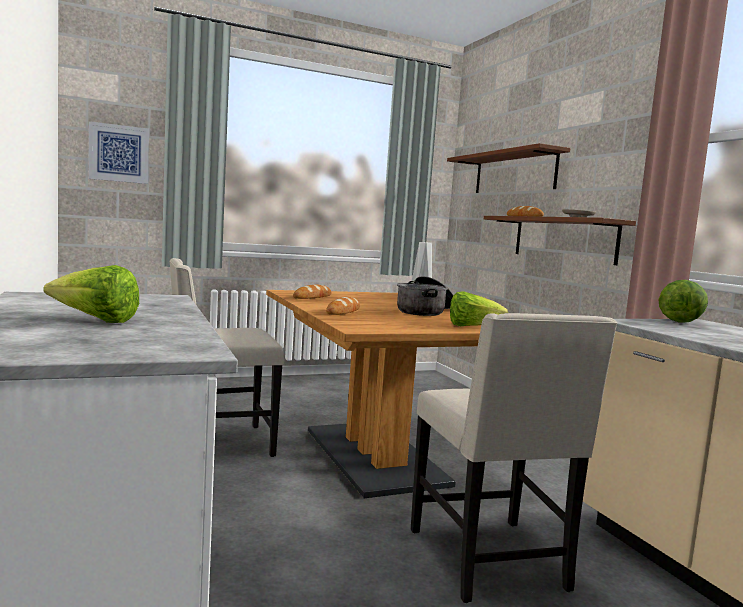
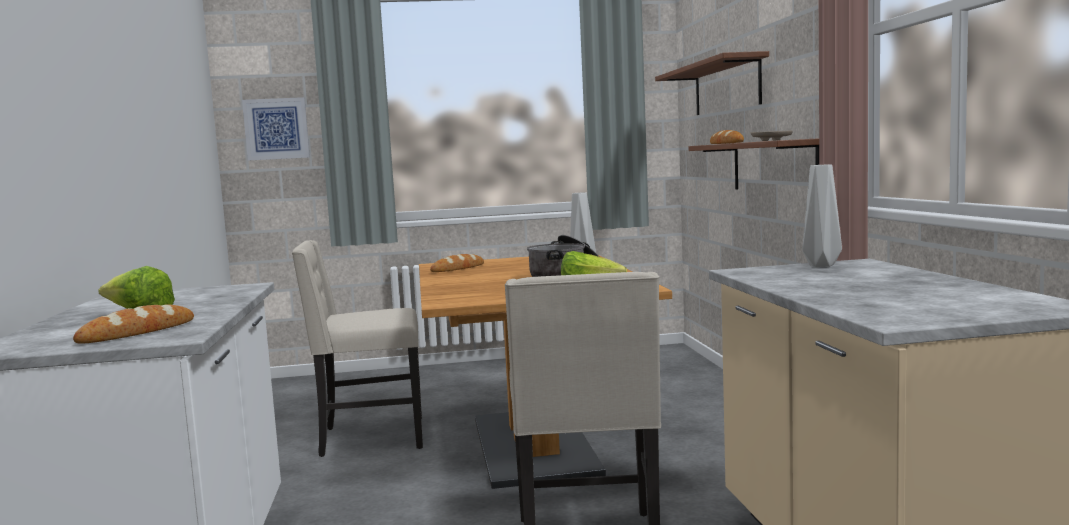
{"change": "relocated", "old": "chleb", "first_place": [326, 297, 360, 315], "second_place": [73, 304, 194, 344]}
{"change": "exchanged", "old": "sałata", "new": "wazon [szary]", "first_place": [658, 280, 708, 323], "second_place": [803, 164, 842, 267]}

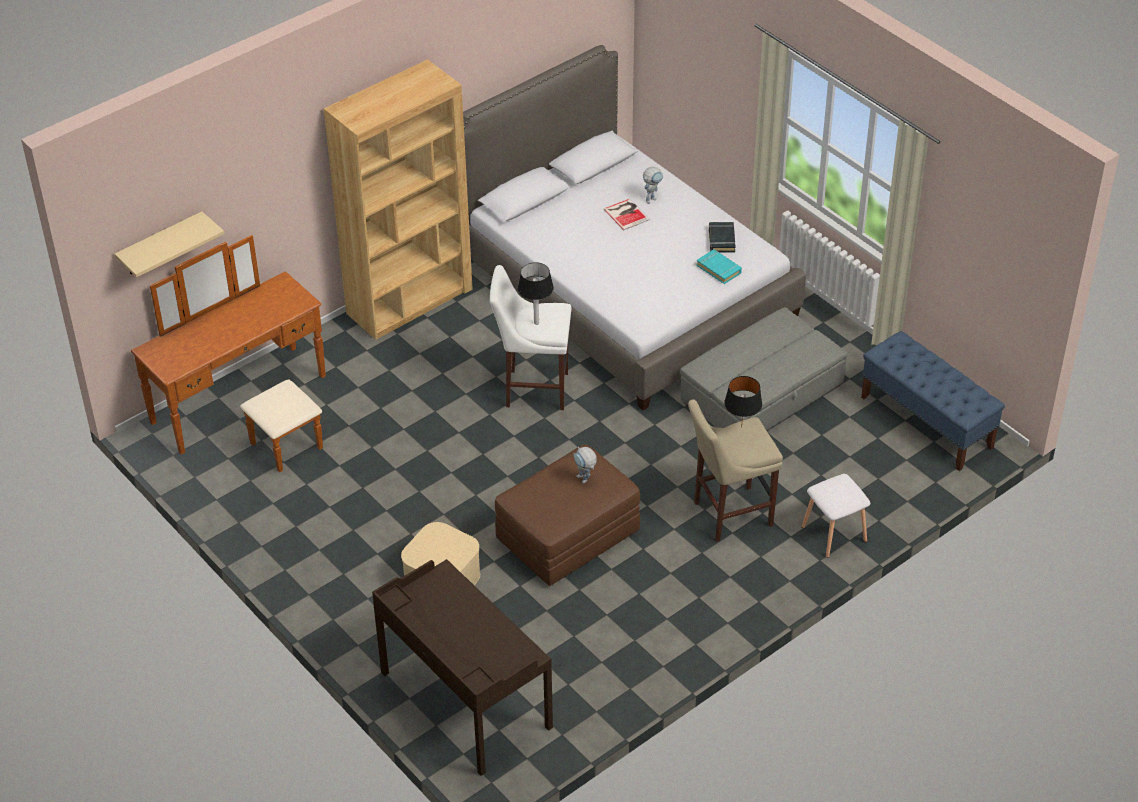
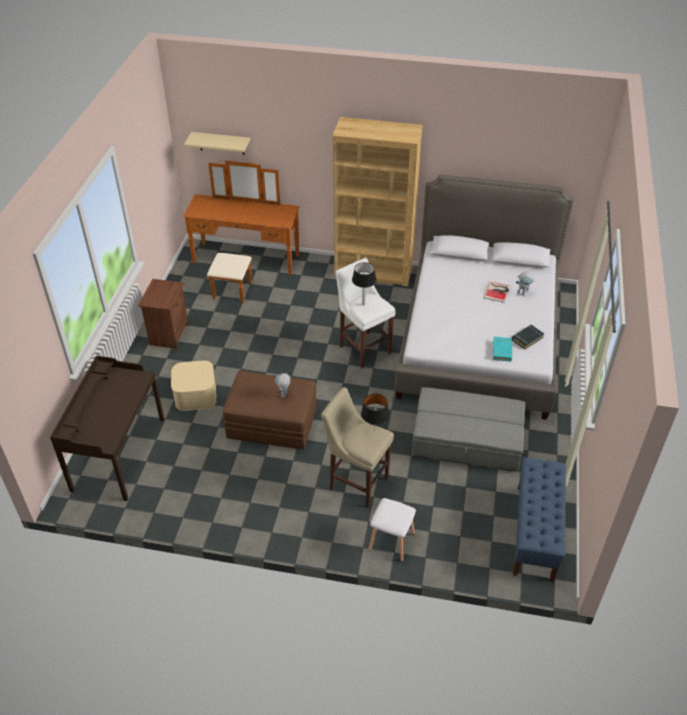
{"change": "appeared", "new": "szafka nocna [brązowy]", "second_place": [138, 279, 189, 349]}

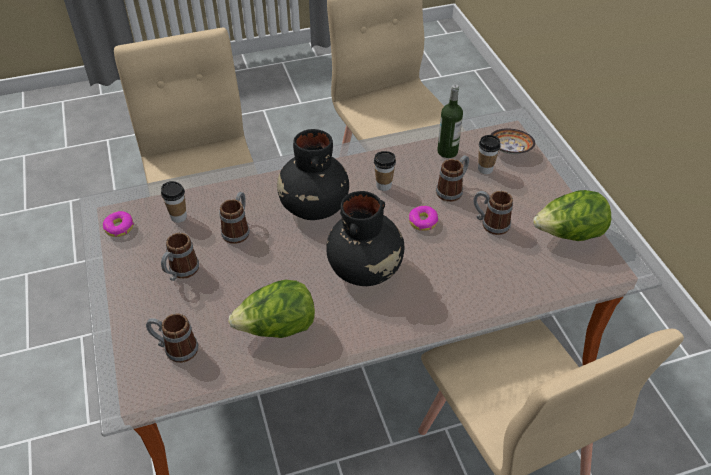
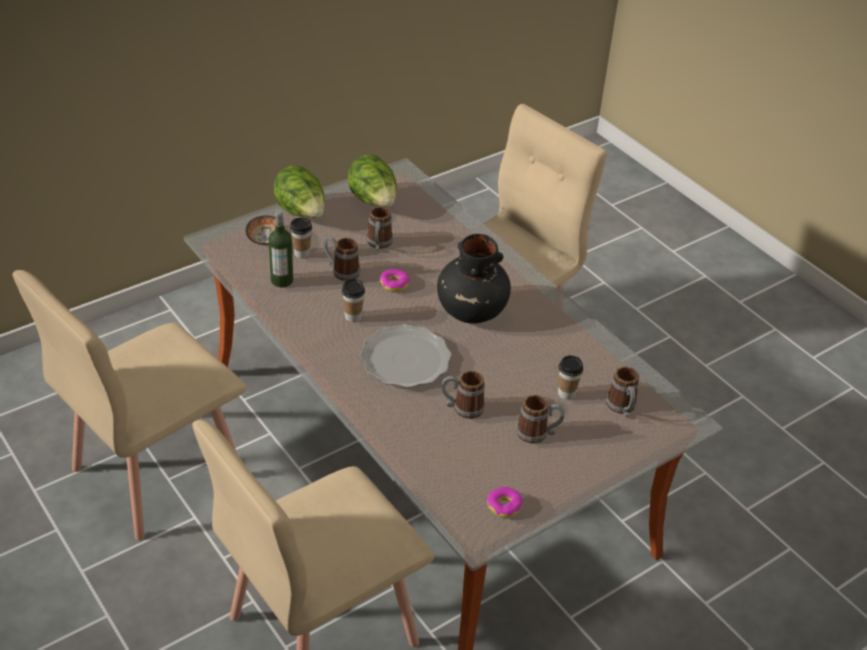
{"change": "relocated", "old": "sałata", "first_place": [229, 280, 315, 338], "second_place": [274, 165, 325, 218]}
{"change": "exchanged", "old": "wazon [czarny]", "new": "talerz", "first_place": [277, 129, 349, 220], "second_place": [360, 324, 452, 388]}
{"change": "relocated", "old": "filiżanka", "first_place": [161, 181, 187, 223], "second_place": [558, 355, 583, 400]}

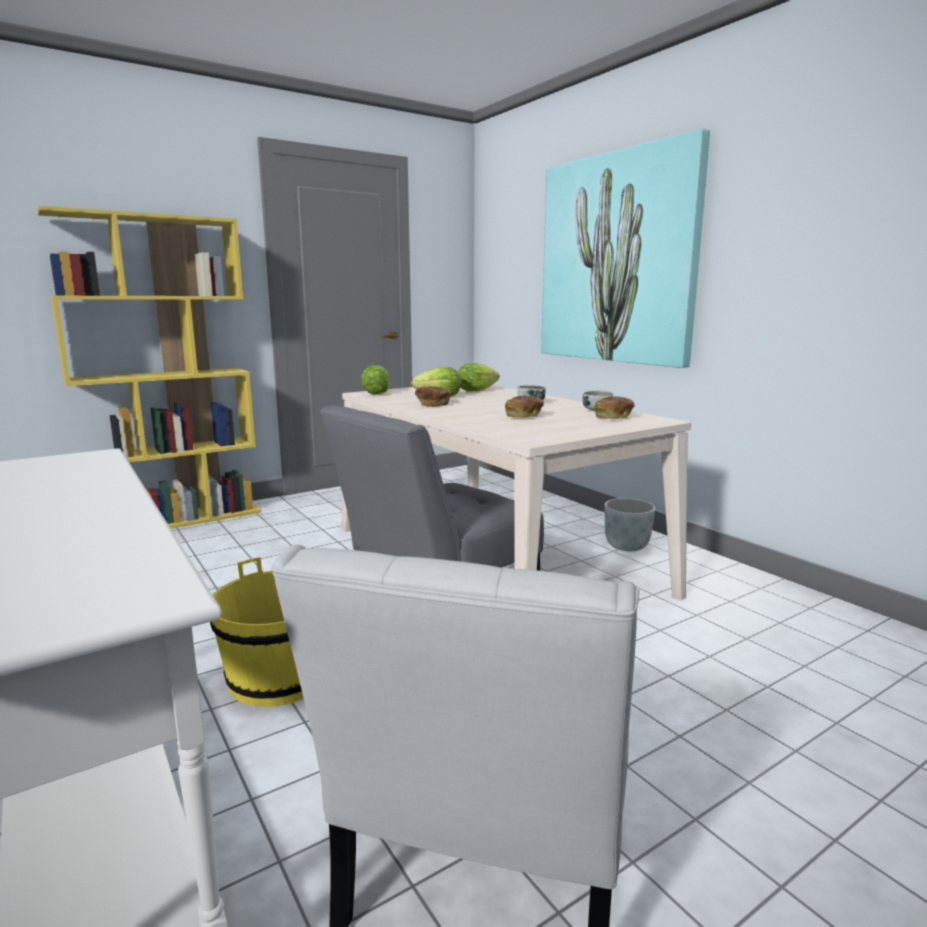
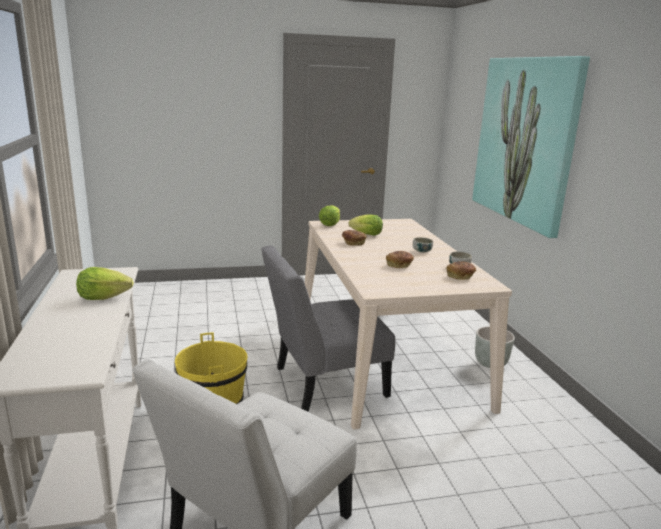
{"change": "relocated", "old": "sałata", "first_place": [458, 363, 499, 392], "second_place": [76, 267, 134, 300]}
{"change": "missing", "old": "regał [żółty]", "first_place": [38, 206, 261, 529]}

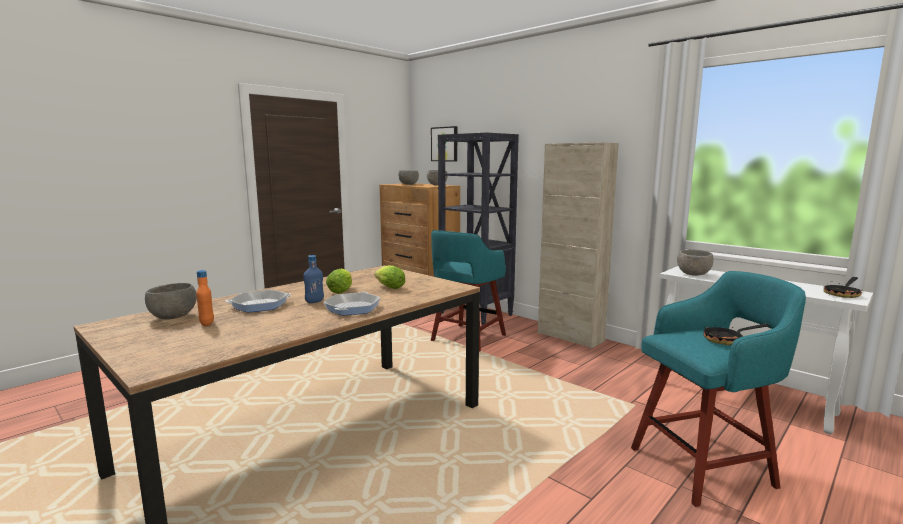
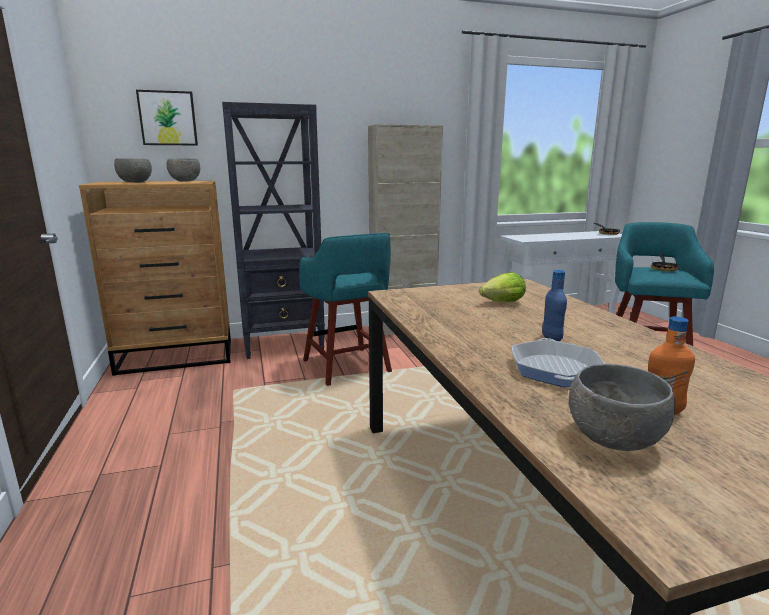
{"change": "missing", "old": "patelnia", "first_place": [323, 292, 381, 316]}
{"change": "missing", "old": "sałata", "first_place": [326, 269, 352, 294]}
{"change": "missing", "old": "miska [szary]", "first_place": [677, 250, 714, 276]}

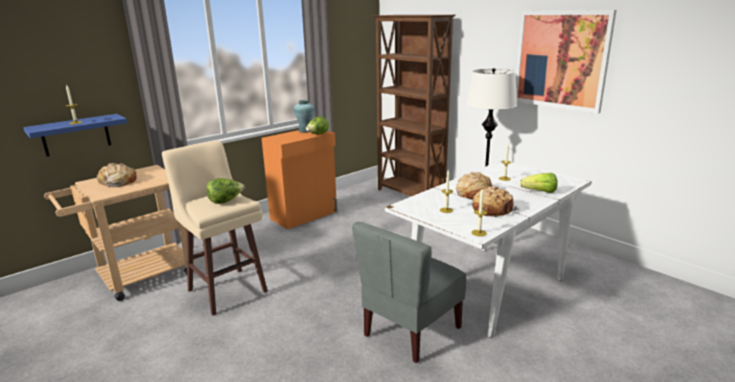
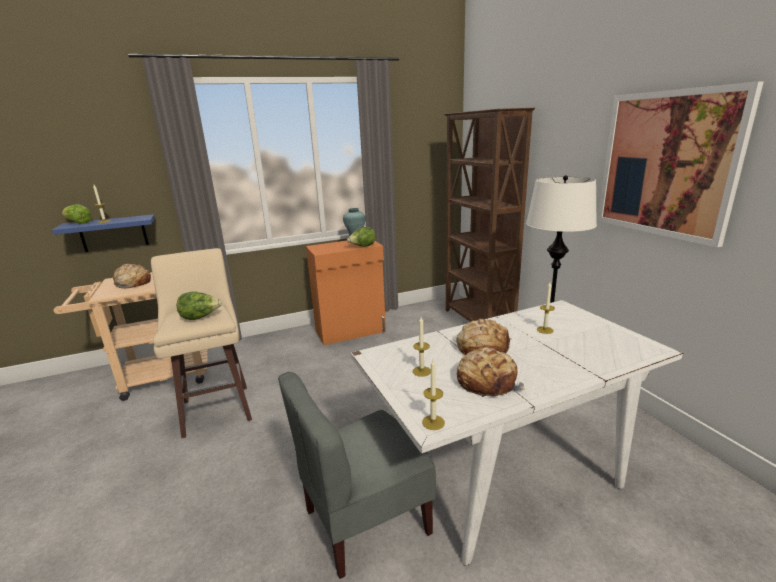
{"change": "relocated", "old": "sałata", "first_place": [520, 173, 558, 193], "second_place": [62, 204, 92, 224]}

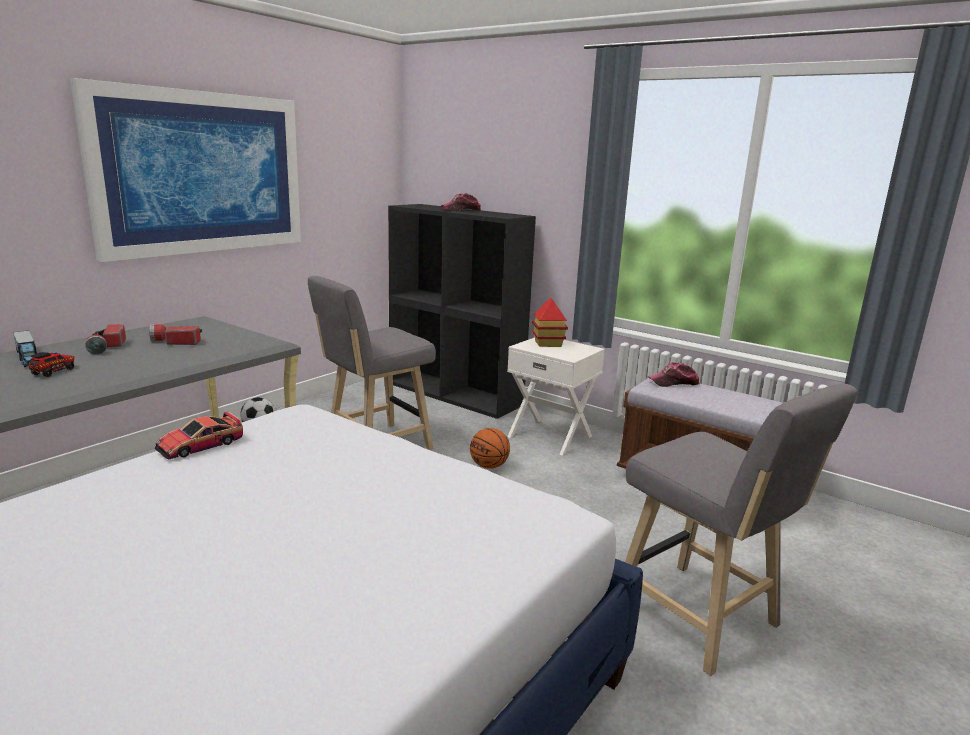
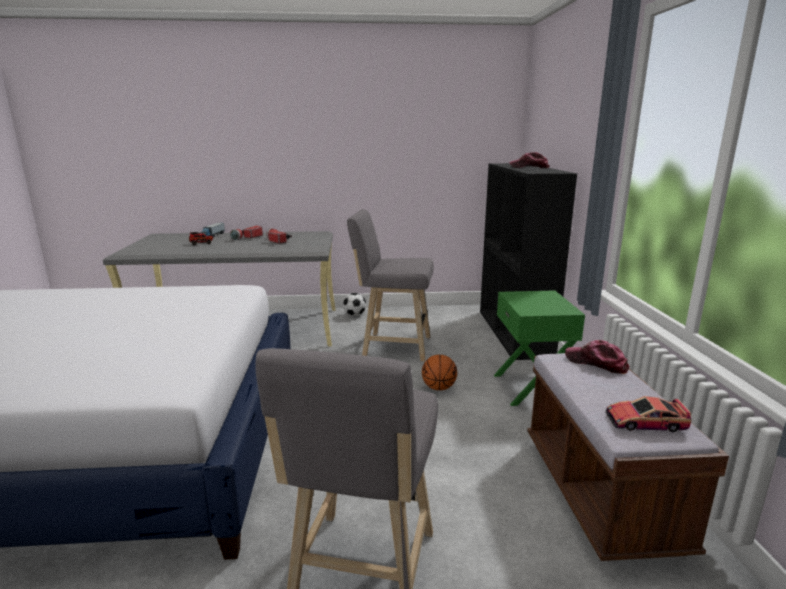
{"change": "colour", "old": "szafka nocna [biały]", "new": "szafka nocna [zielony]", "first_place": [507, 337, 605, 456], "second_place": [494, 290, 585, 406]}
{"change": "relocated", "old": "samochodzik", "first_place": [155, 412, 243, 459], "second_place": [605, 396, 692, 432]}
{"change": "missing", "old": "obraz", "first_place": [70, 78, 301, 262]}
{"change": "missing", "old": "domek", "first_place": [532, 298, 568, 347]}

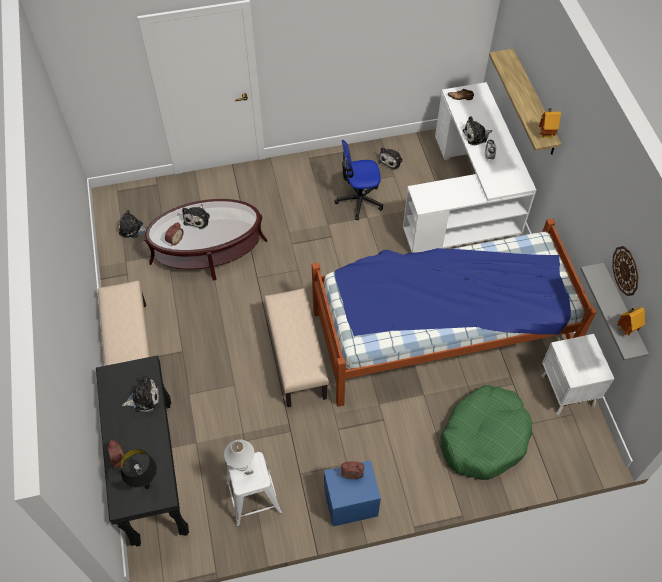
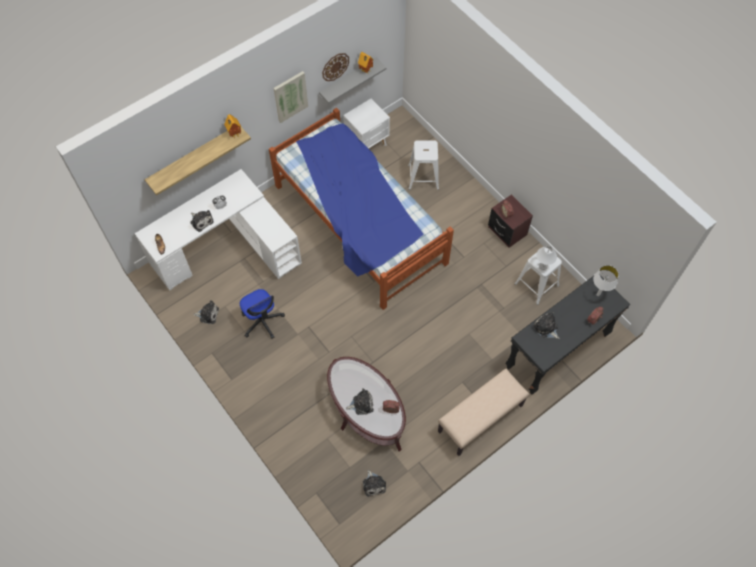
{"change": "appeared", "new": "obraz", "second_place": [274, 71, 308, 123]}
{"change": "exchanged", "old": "legowisko [zielony]", "new": "stołek [biały]", "first_place": [441, 385, 532, 480], "second_place": [408, 140, 439, 190]}
{"change": "colour", "old": "szafka nocna [niebieski]", "new": "szafka nocna [brązowy]", "first_place": [324, 460, 381, 527], "second_place": [488, 194, 533, 248]}
{"change": "colour", "old": "lampa stołowa [czarny]", "new": "lampa stołowa [biały]", "first_place": [120, 449, 157, 489], "second_place": [593, 265, 619, 296]}
{"change": "missing", "old": "ławka [beżowy]", "first_place": [264, 288, 329, 407]}

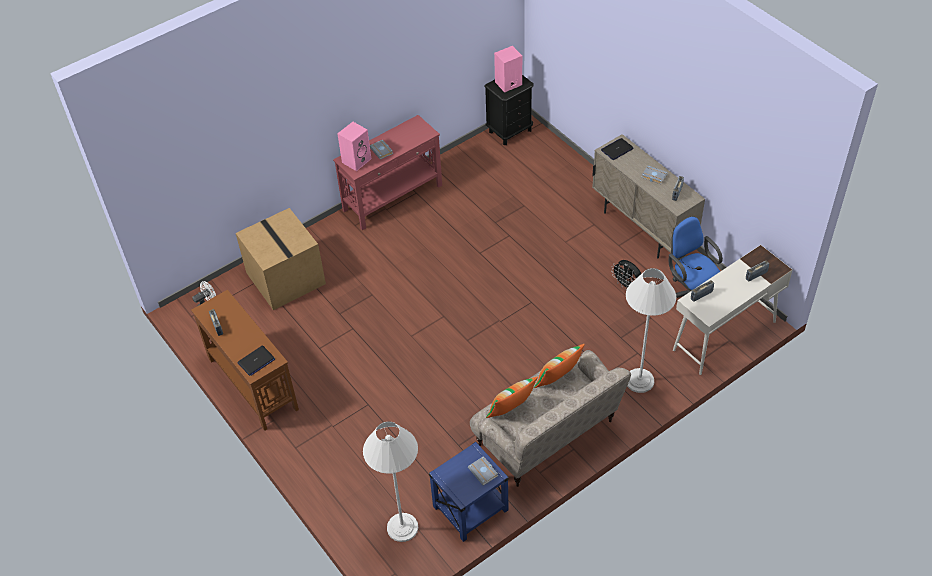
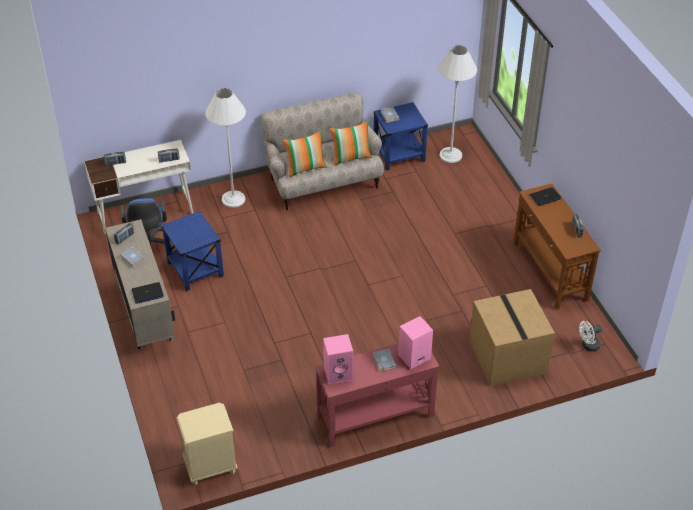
{"change": "exchanged", "old": "wentylator [czarny]", "new": "stolik [niebieski]", "first_place": [611, 260, 641, 288], "second_place": [161, 211, 224, 291]}
{"change": "colour", "old": "szafka nocna [czarny]", "new": "szafka nocna [beżowy]", "first_place": [485, 75, 534, 145], "second_place": [177, 403, 238, 485]}
{"change": "relocated", "old": "głośnik [różowy]", "first_place": [494, 46, 522, 92], "second_place": [323, 334, 353, 384]}

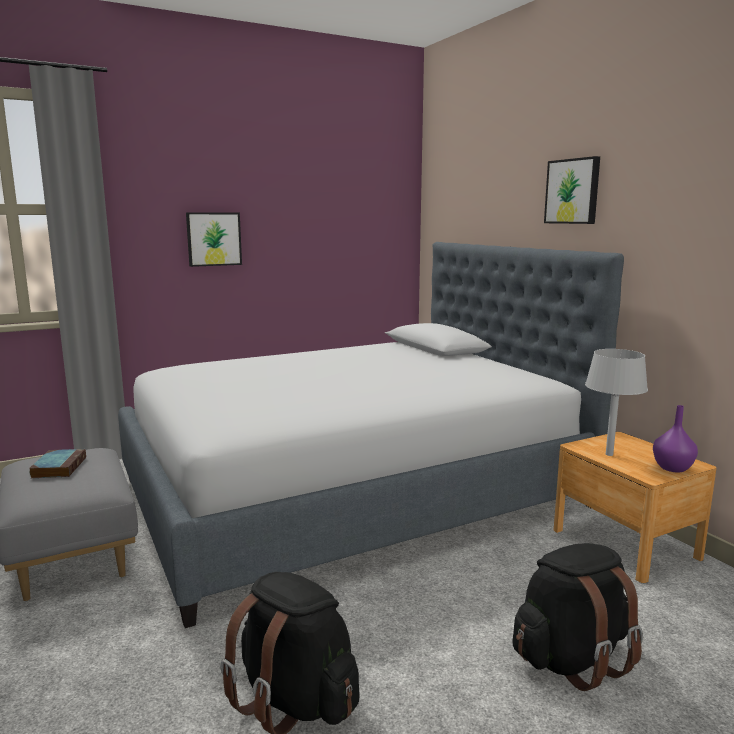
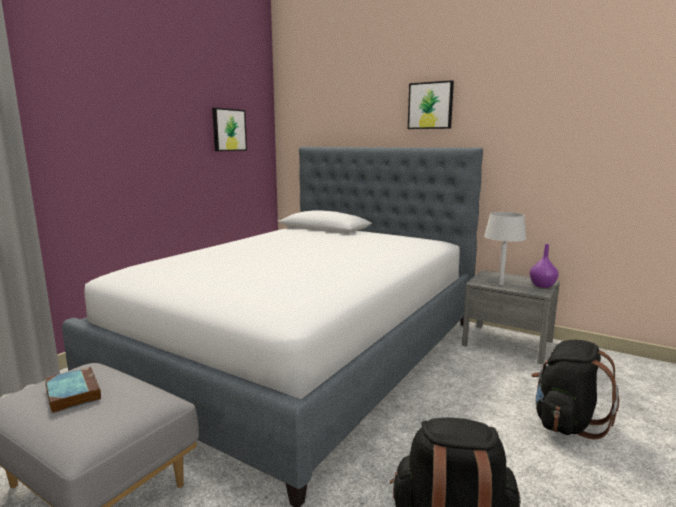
{"change": "relocated", "old": "obraz", "first_place": [186, 212, 242, 267], "second_place": [212, 108, 247, 151]}
{"change": "colour", "old": "szafka nocna [brązowy]", "new": "szafka nocna [szary]", "first_place": [554, 432, 717, 583], "second_place": [462, 270, 560, 364]}

